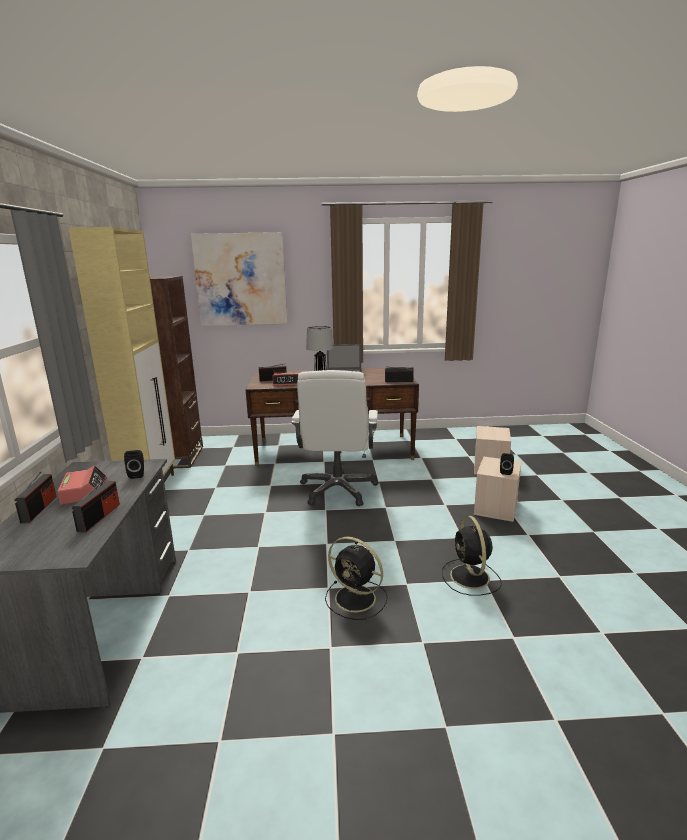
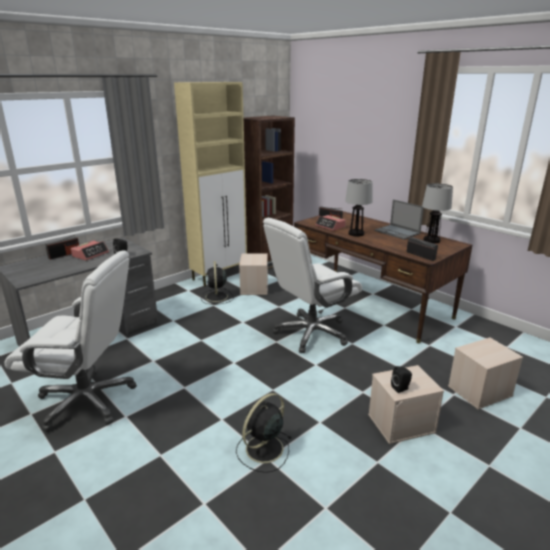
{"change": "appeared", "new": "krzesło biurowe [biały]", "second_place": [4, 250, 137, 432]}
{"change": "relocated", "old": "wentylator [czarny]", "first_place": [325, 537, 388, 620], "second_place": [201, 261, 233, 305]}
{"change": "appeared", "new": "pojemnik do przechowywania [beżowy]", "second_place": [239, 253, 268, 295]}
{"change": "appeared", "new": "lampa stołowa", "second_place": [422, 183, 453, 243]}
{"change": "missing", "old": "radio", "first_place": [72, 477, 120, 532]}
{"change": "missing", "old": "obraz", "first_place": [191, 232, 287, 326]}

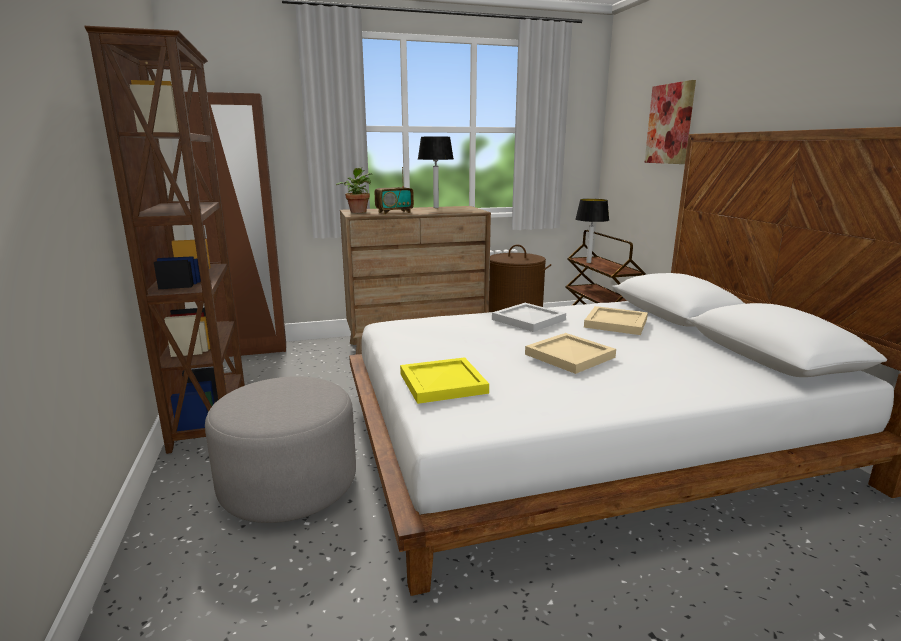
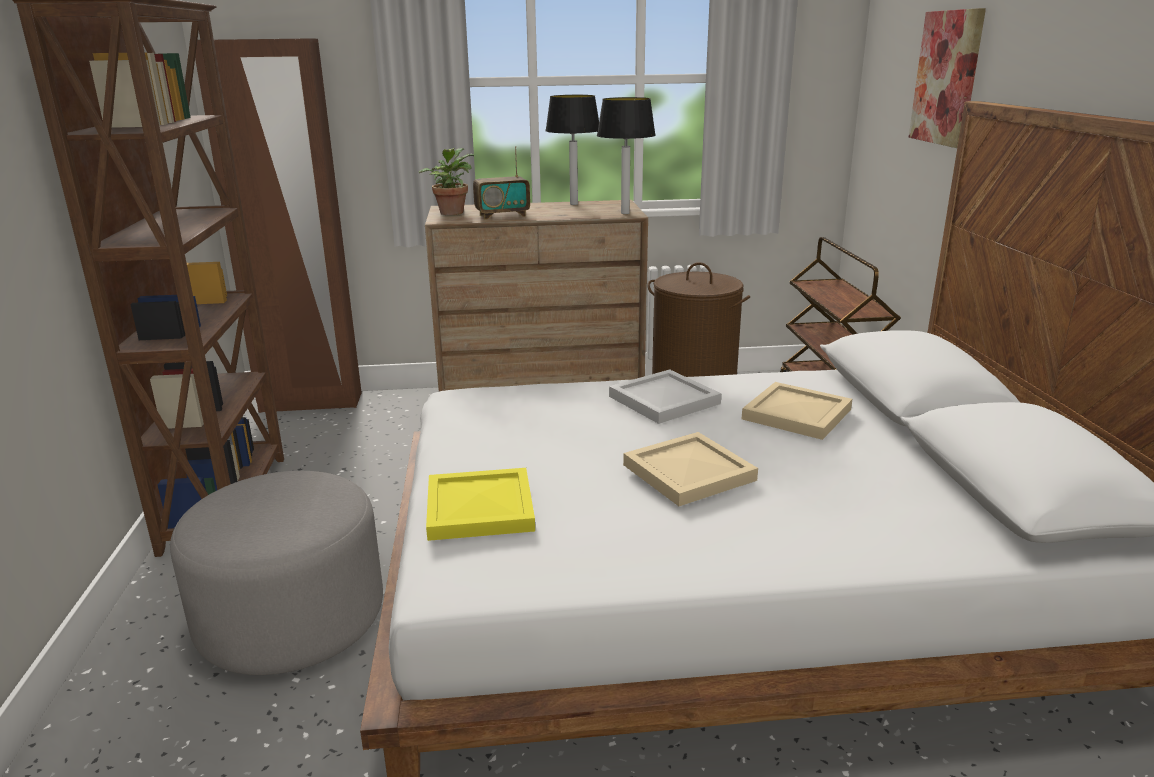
{"change": "relocated", "old": "lampa stołowa", "first_place": [575, 199, 609, 263], "second_place": [597, 97, 656, 214]}

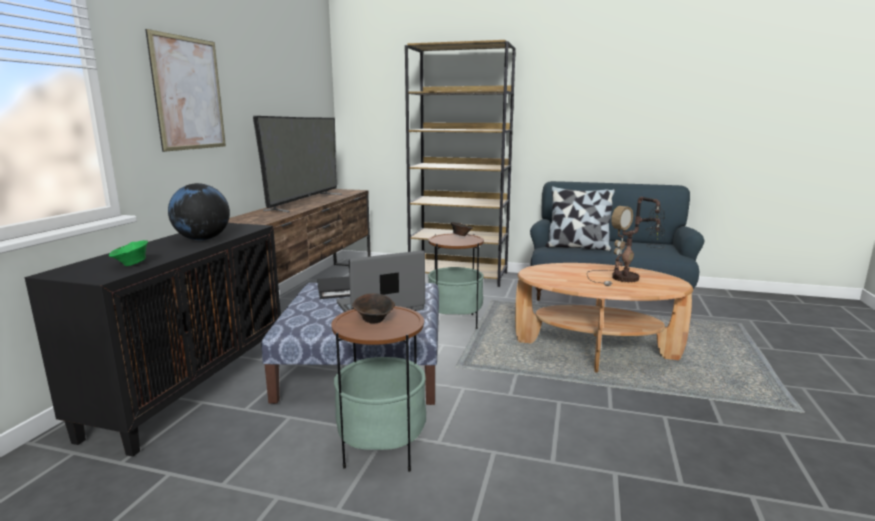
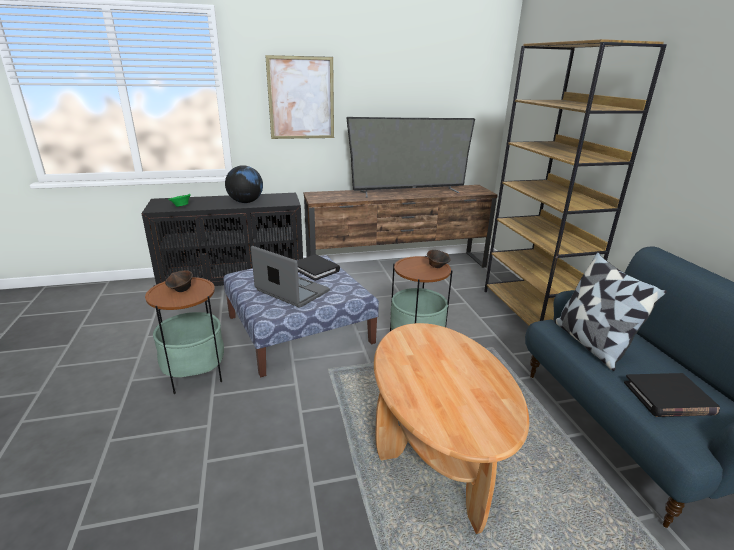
{"change": "appeared", "new": "książka [czarny]", "second_place": [624, 373, 720, 417]}
{"change": "missing", "old": "lampa stołowa", "first_place": [587, 197, 665, 286]}

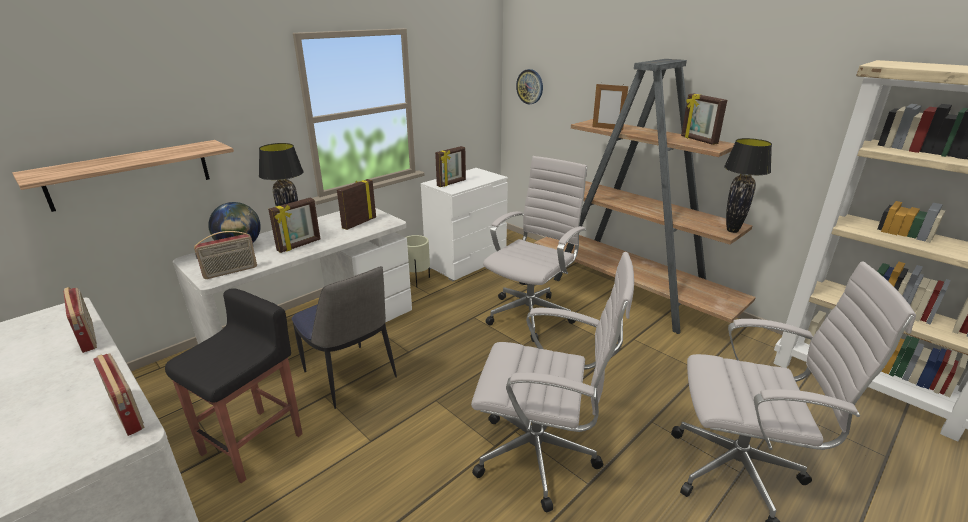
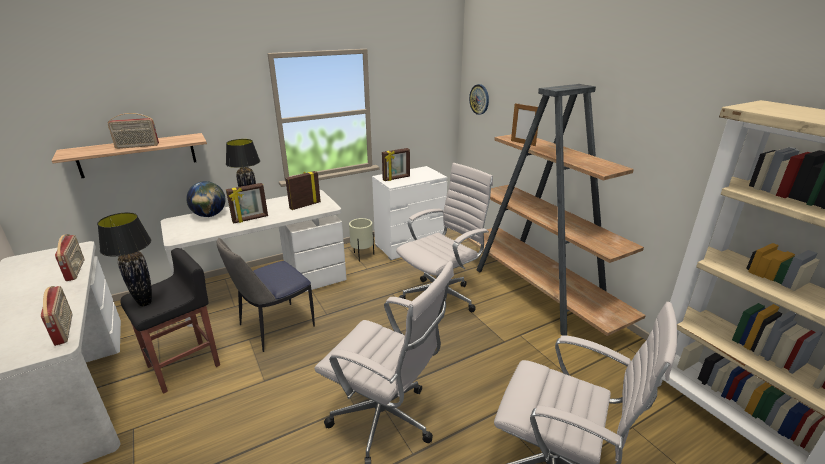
{"change": "relocated", "old": "lampa stołowa [czarny]", "first_place": [724, 138, 772, 233], "second_place": [97, 212, 152, 306]}
{"change": "relocated", "old": "radio", "first_place": [194, 231, 257, 279], "second_place": [108, 113, 159, 149]}
{"change": "spun", "old": "krzesło", "first_place": [292, 266, 397, 409], "second_place": [217, 238, 315, 352], "degrees": 75}
{"change": "missing", "old": "ramka na zdjęcie", "first_place": [681, 94, 727, 145]}

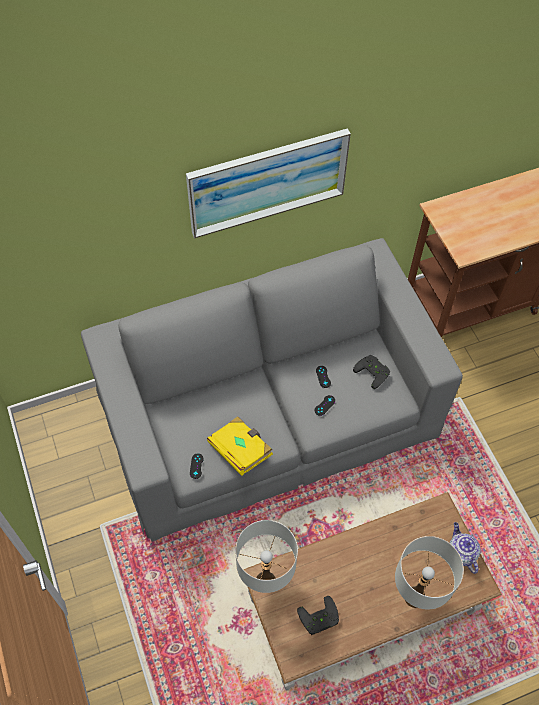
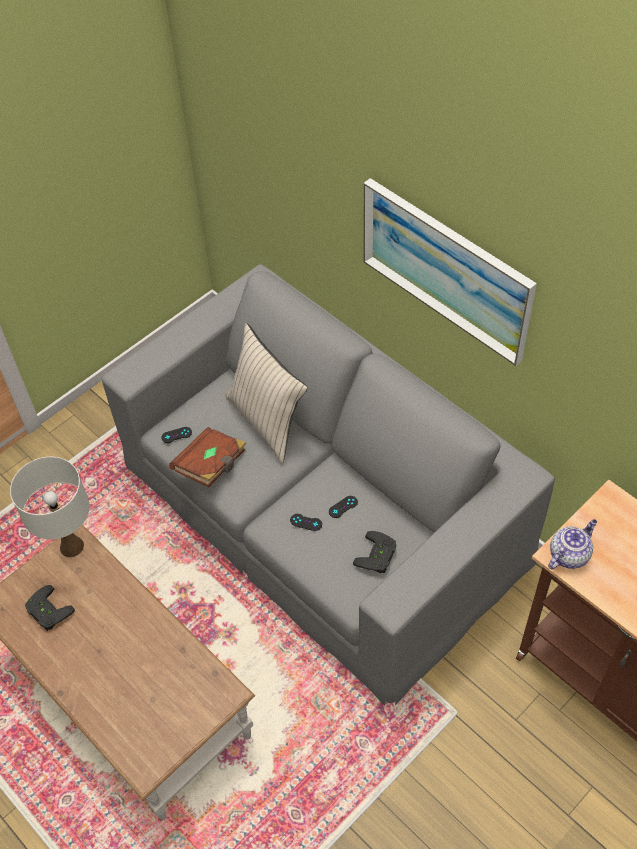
{"change": "colour", "old": "książka [żółty]", "new": "książka [brązowy]", "first_place": [207, 416, 273, 476], "second_place": [169, 427, 246, 487]}
{"change": "appeared", "new": "poduszka [beżowy]", "second_place": [225, 323, 308, 463]}
{"change": "relocated", "old": "imbryk", "first_place": [450, 522, 481, 574], "second_place": [548, 519, 597, 570]}
{"change": "missing", "old": "lampa stołowa [biały]", "first_place": [395, 536, 464, 609]}

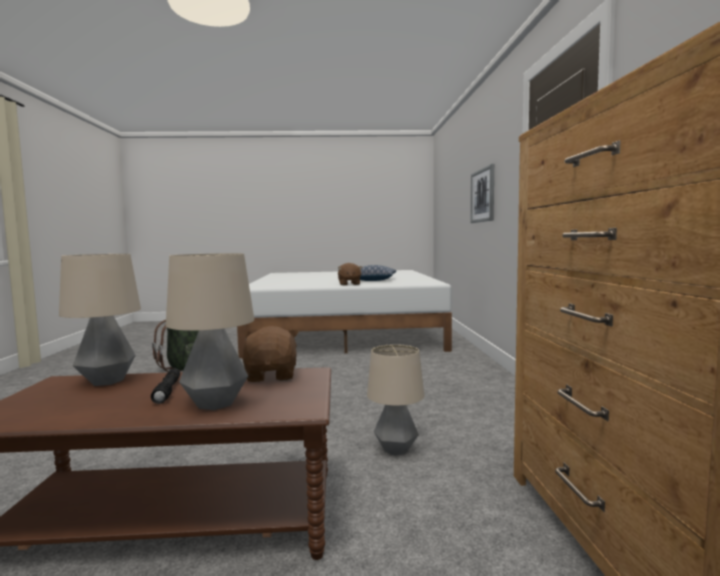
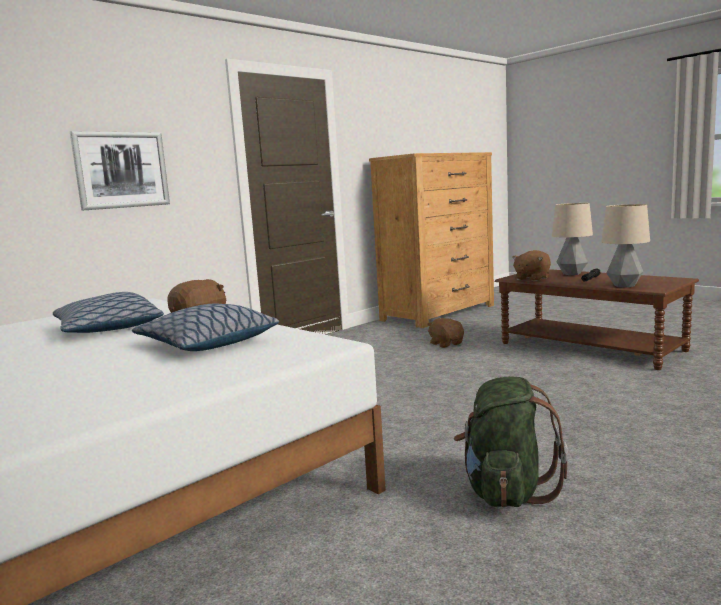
{"change": "appeared", "new": "poduszka", "second_place": [132, 303, 279, 351]}
{"change": "exchanged", "old": "lampa stołowa", "new": "pluszak [brązowy]", "first_place": [367, 344, 424, 456], "second_place": [427, 318, 464, 348]}

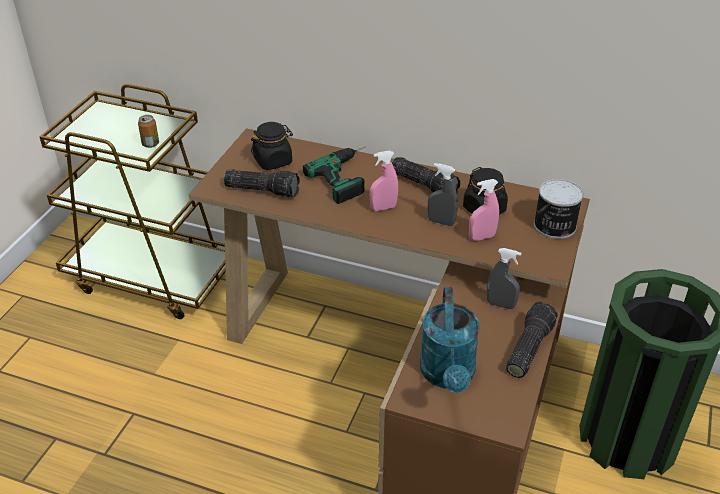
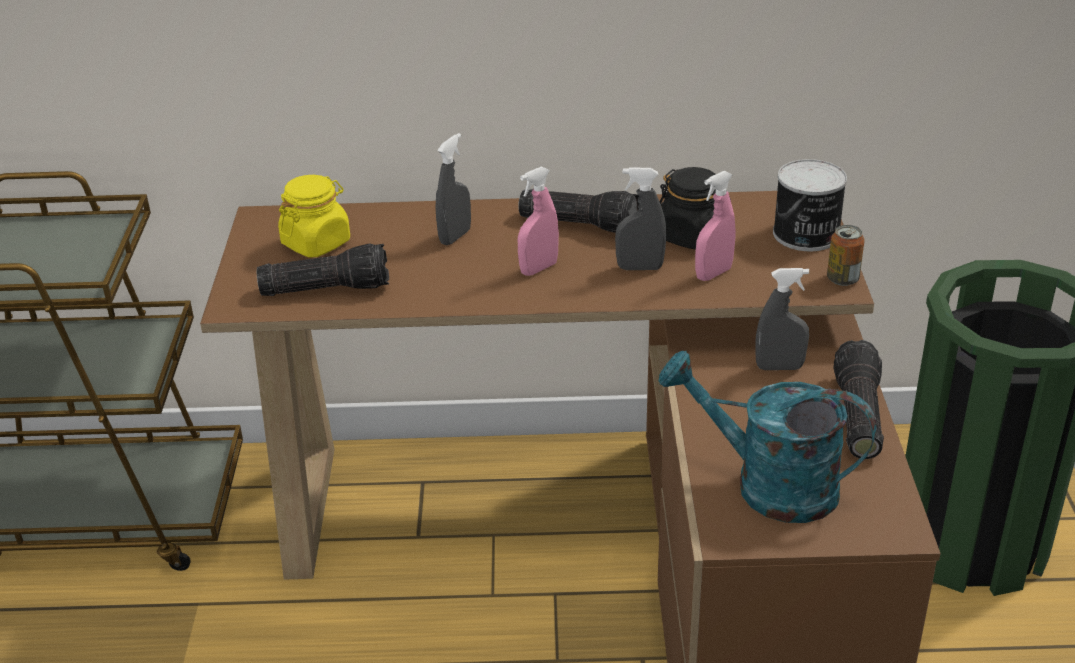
{"change": "colour", "old": "słoik [czarny]", "new": "słoik [żółty]", "first_place": [251, 122, 293, 170], "second_place": [278, 175, 350, 258]}
{"change": "exchanged", "old": "wiertarka", "new": "spryskiwacz [szary]", "first_place": [303, 147, 365, 204], "second_place": [435, 133, 471, 245]}
{"change": "spun", "old": "konewka [turkusowy]", "first_place": [420, 287, 480, 393], "second_place": [659, 350, 877, 523], "degrees": 135}
{"change": "relocated", "old": "puszka", "first_place": [138, 115, 159, 148], "second_place": [827, 225, 865, 286]}

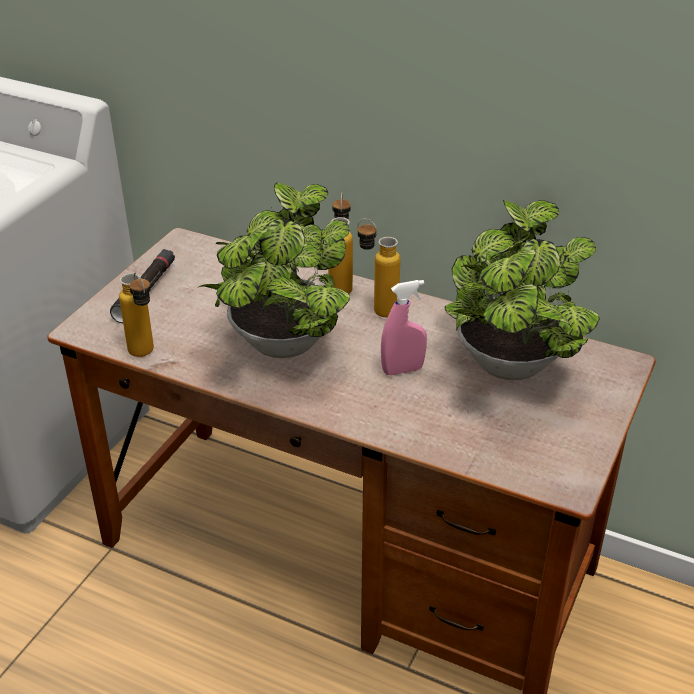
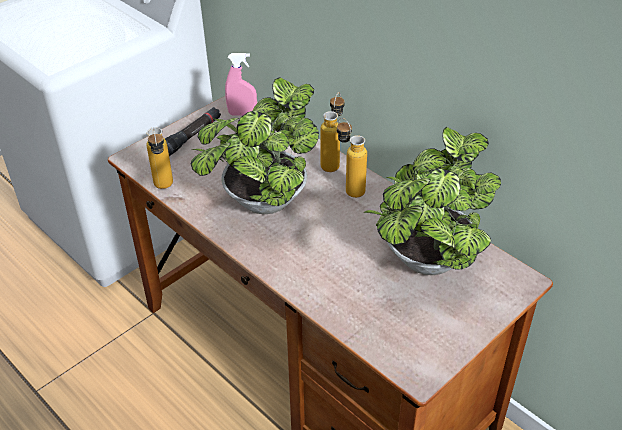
{"change": "relocated", "old": "spryskiwacz [różowy]", "first_place": [381, 280, 427, 375], "second_place": [225, 53, 257, 116]}

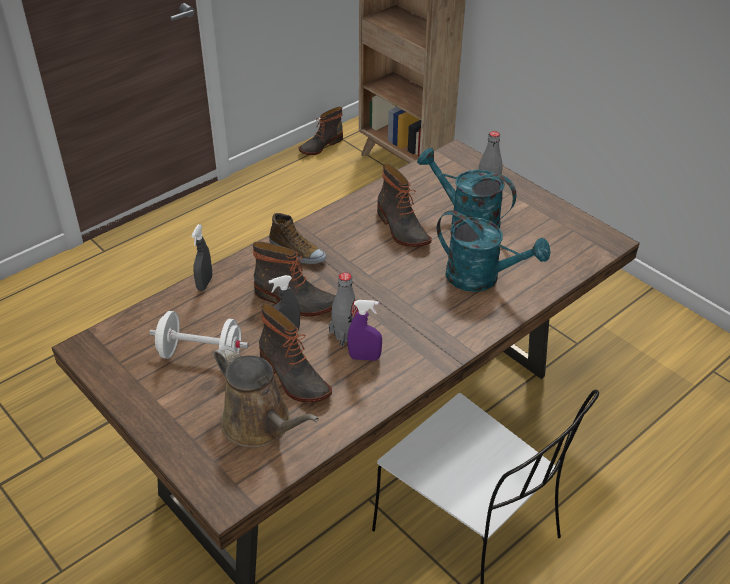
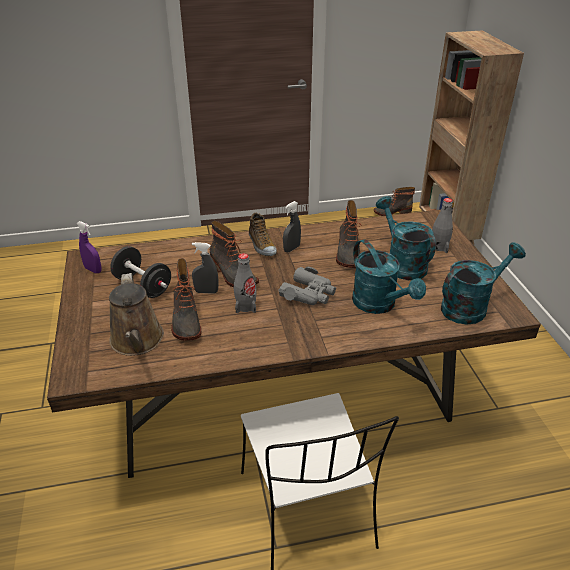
{"change": "relocated", "old": "spryskiwacz [fioletowy]", "first_place": [348, 300, 382, 361], "second_place": [77, 221, 101, 273]}
{"change": "colour", "old": "hantel [biały]", "new": "hantel [czarny]", "first_place": [150, 311, 249, 359], "second_place": [110, 246, 171, 298]}
{"change": "appeared", "new": "lornetka [szary]", "second_place": [278, 267, 336, 305]}
{"change": "relocated", "old": "spryskiwacz [szary]", "first_place": [191, 224, 212, 291], "second_place": [283, 201, 301, 252]}
{"change": "appeared", "new": "konewka [turkusowy]", "second_place": [441, 242, 526, 325]}

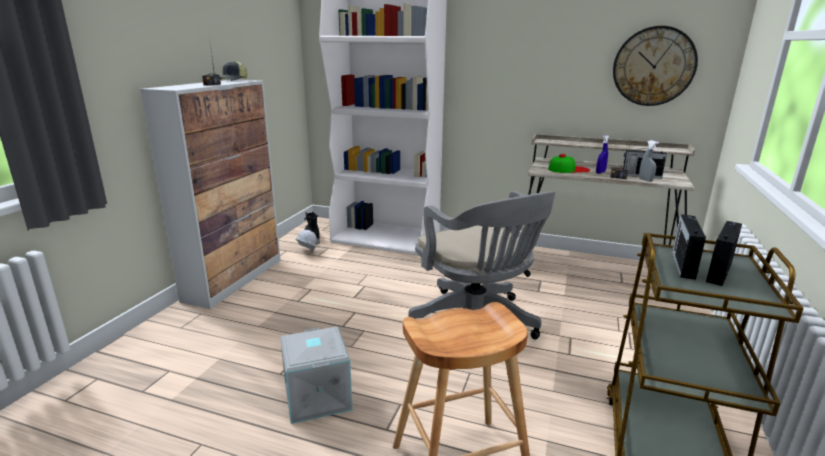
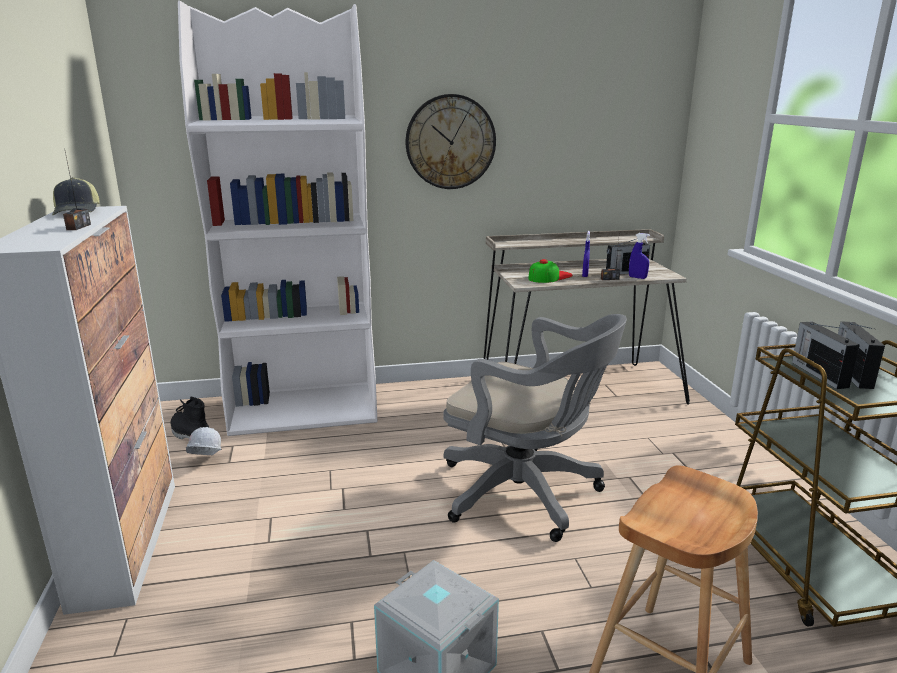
{"change": "relocated", "old": "zegar ścienny", "first_place": [613, 26, 698, 106], "second_place": [406, 94, 496, 189]}
{"change": "colour", "old": "spryskiwacz [szary]", "new": "spryskiwacz [niebieski]", "first_place": [639, 140, 659, 182], "second_place": [629, 233, 650, 279]}

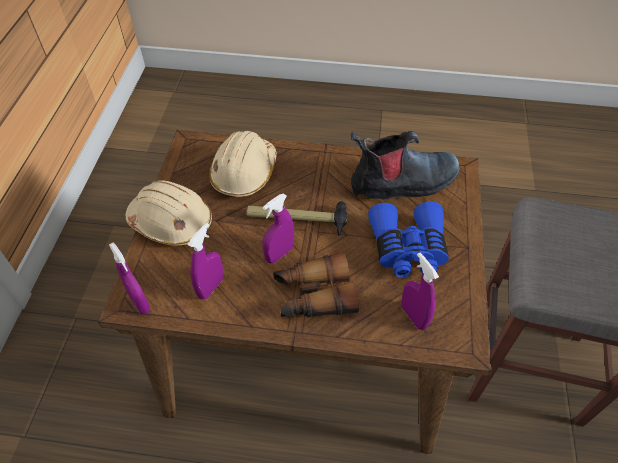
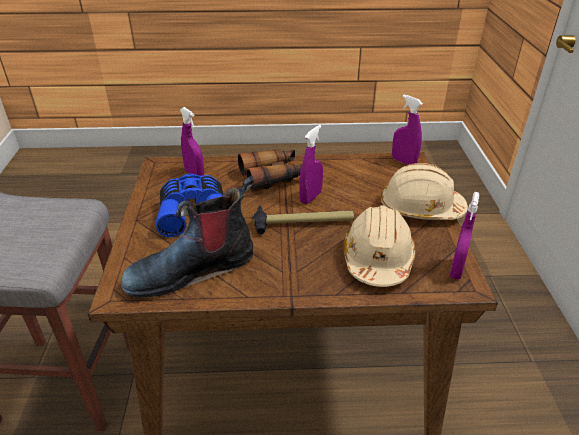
{"change": "relocated", "old": "spryskiwacz [fioletowy]", "first_place": [187, 223, 224, 299], "second_place": [450, 192, 479, 280]}

